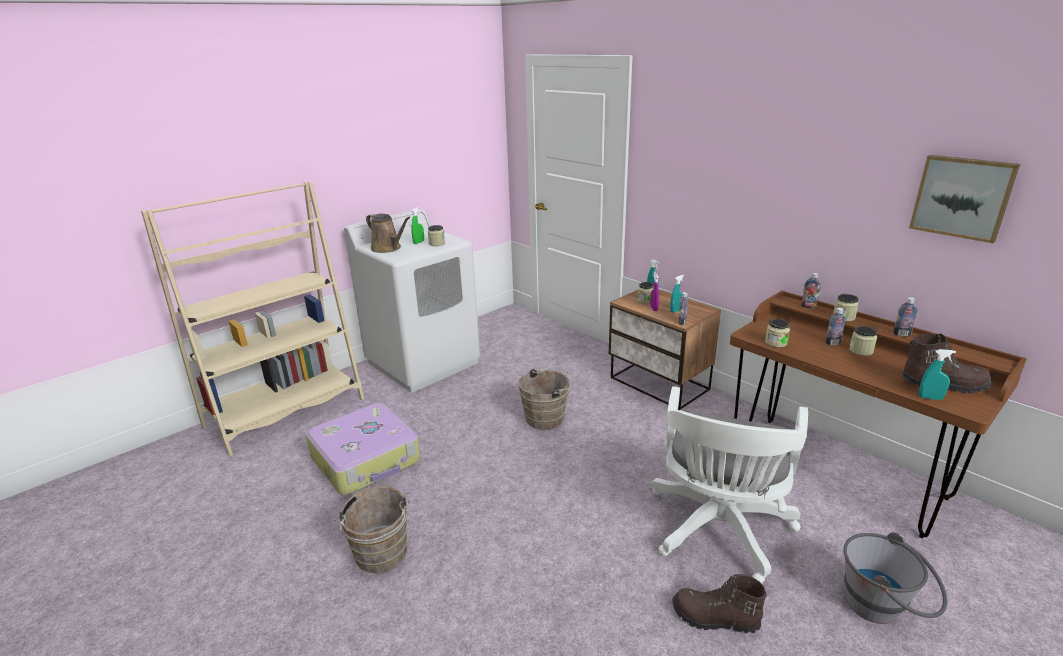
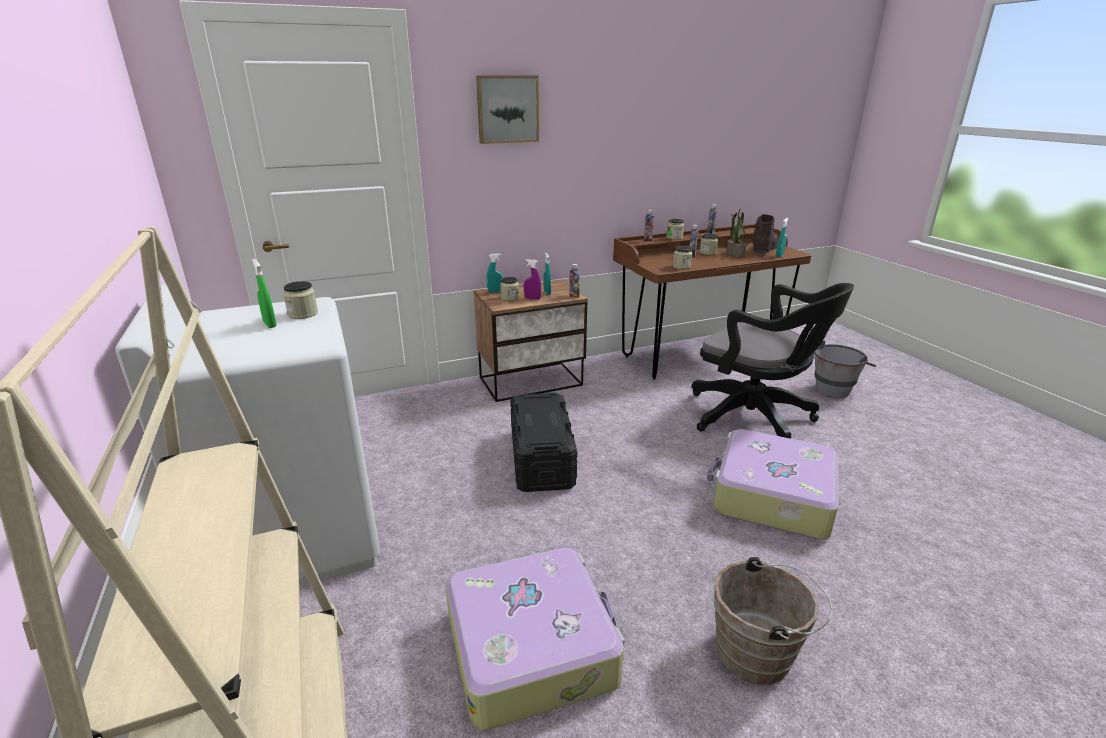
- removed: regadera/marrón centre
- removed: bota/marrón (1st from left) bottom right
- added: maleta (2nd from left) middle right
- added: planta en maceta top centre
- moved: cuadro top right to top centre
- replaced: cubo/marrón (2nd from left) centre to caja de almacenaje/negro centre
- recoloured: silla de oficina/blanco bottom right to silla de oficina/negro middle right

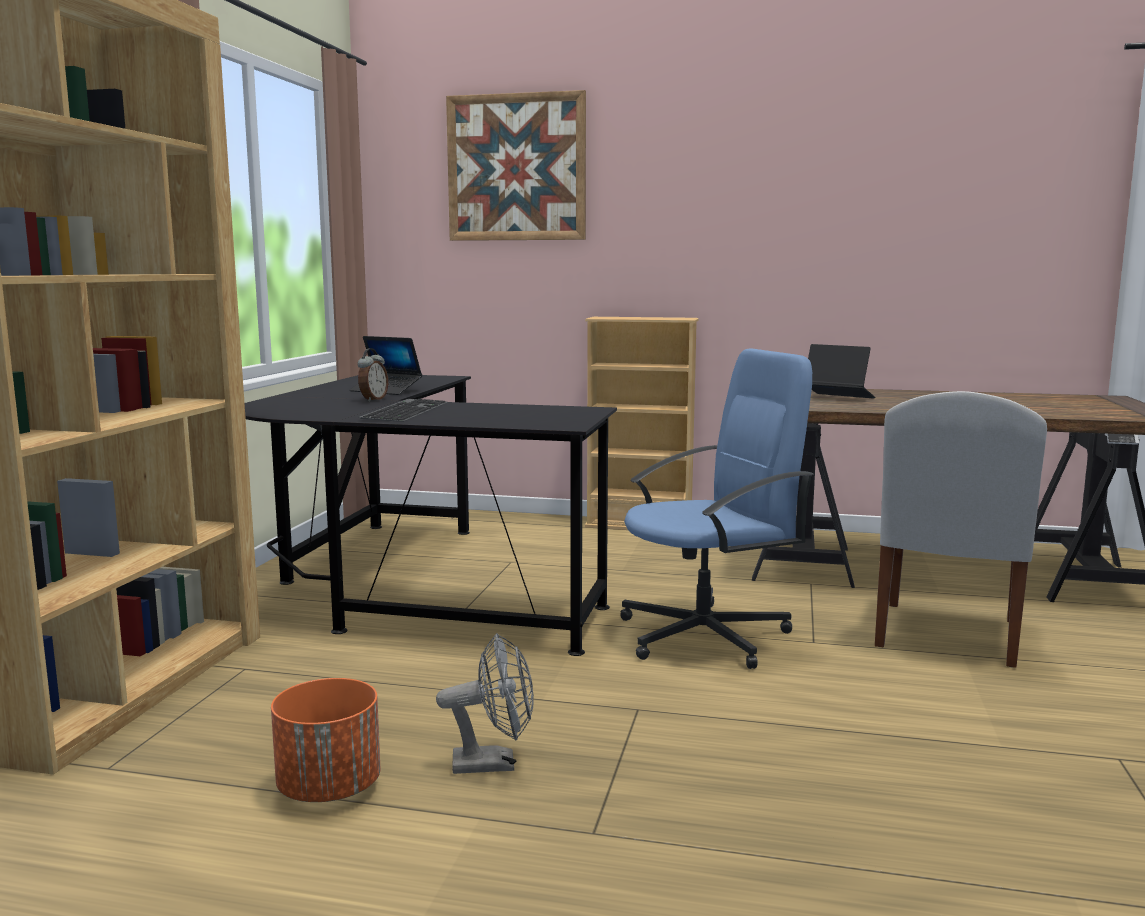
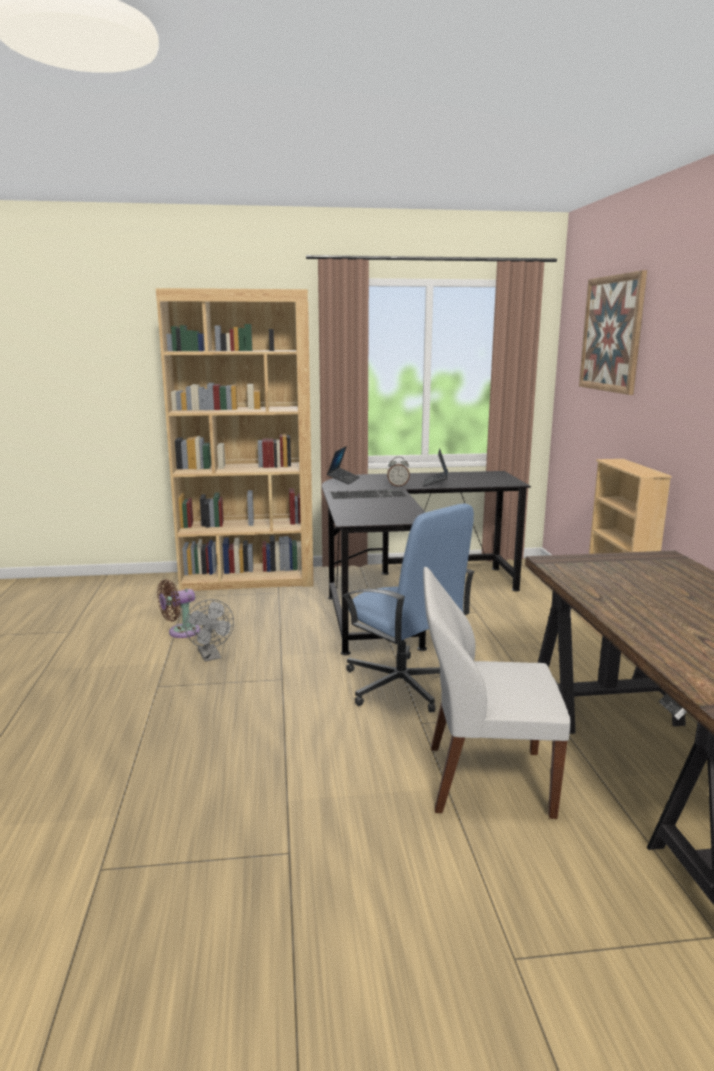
- moved: portátil (2nd from left in the first image) middle right to portátil (1st from left) centre
- replaced: maceta/naranja bottom left to ventilador/marrón middle left

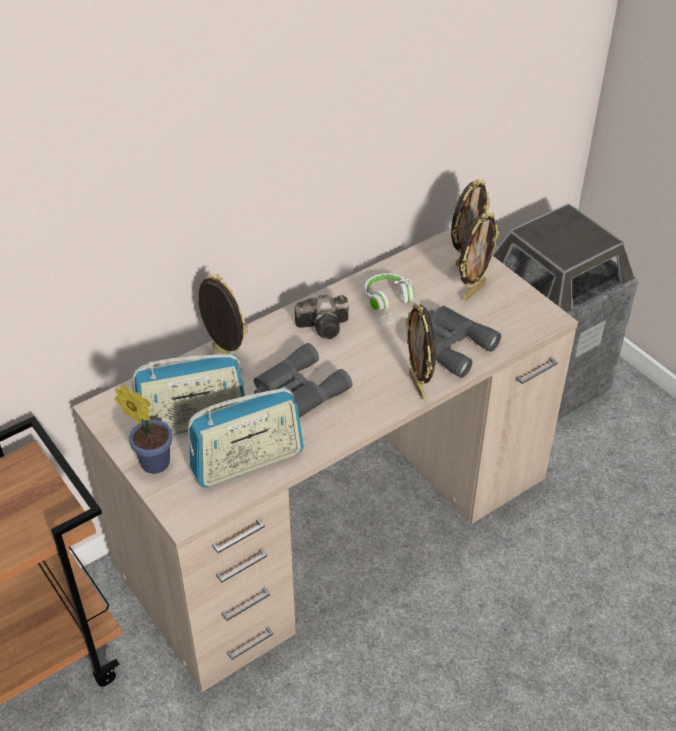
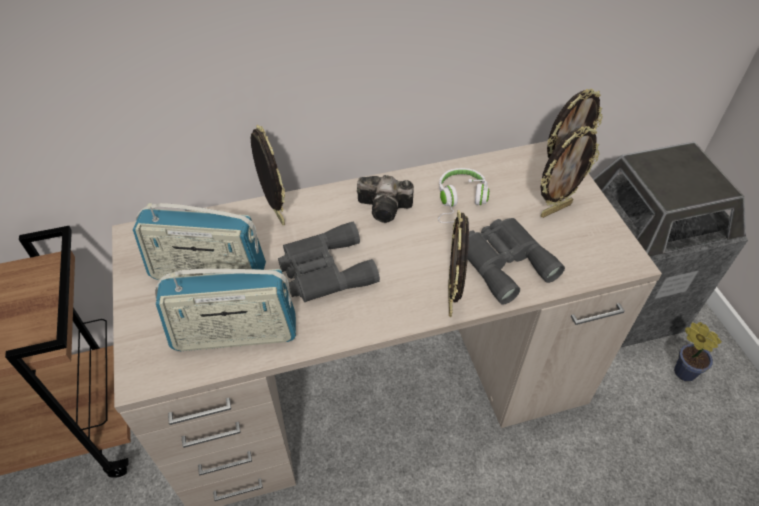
- moved: planta en maceta middle left to bottom right

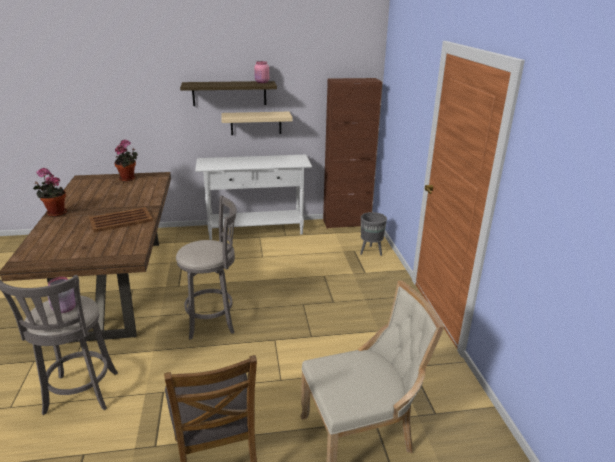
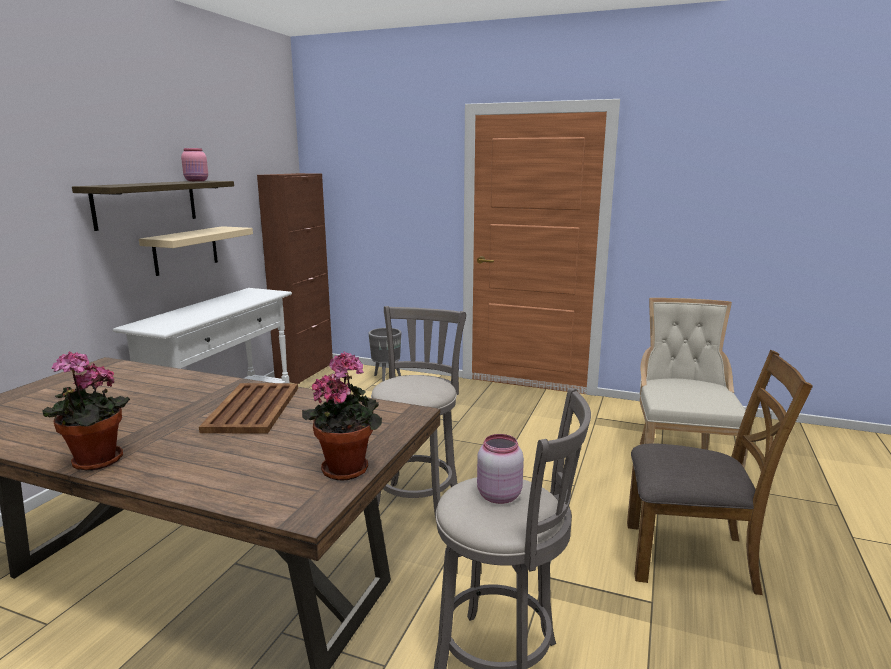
- moved: planta en maceta (2nd from left) middle left to centre

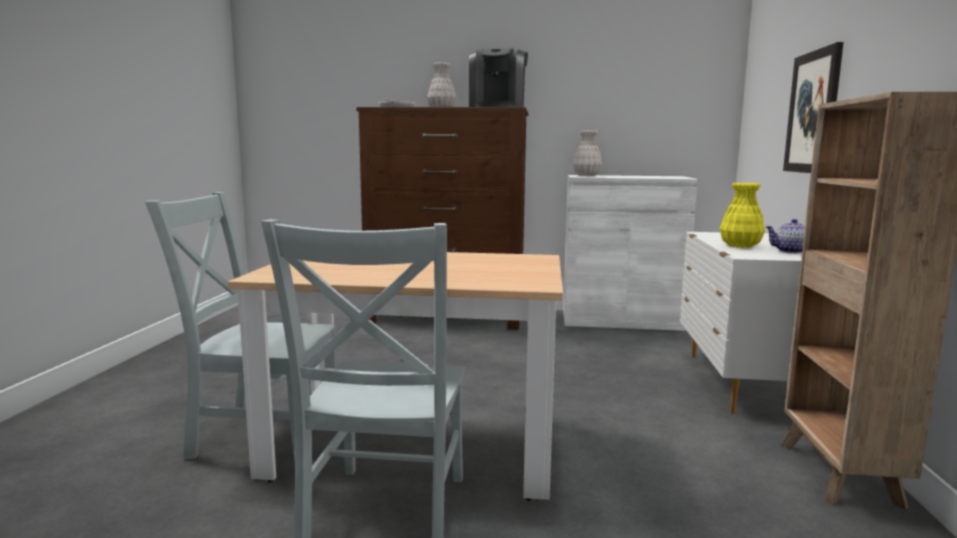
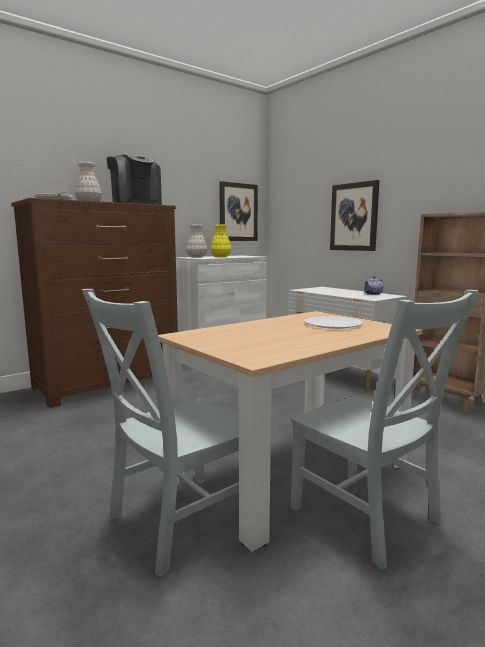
- added: cuadro (1st from left) top centre
- added: plato/blanco middle right
- moved: florero/amarillo middle right to centre

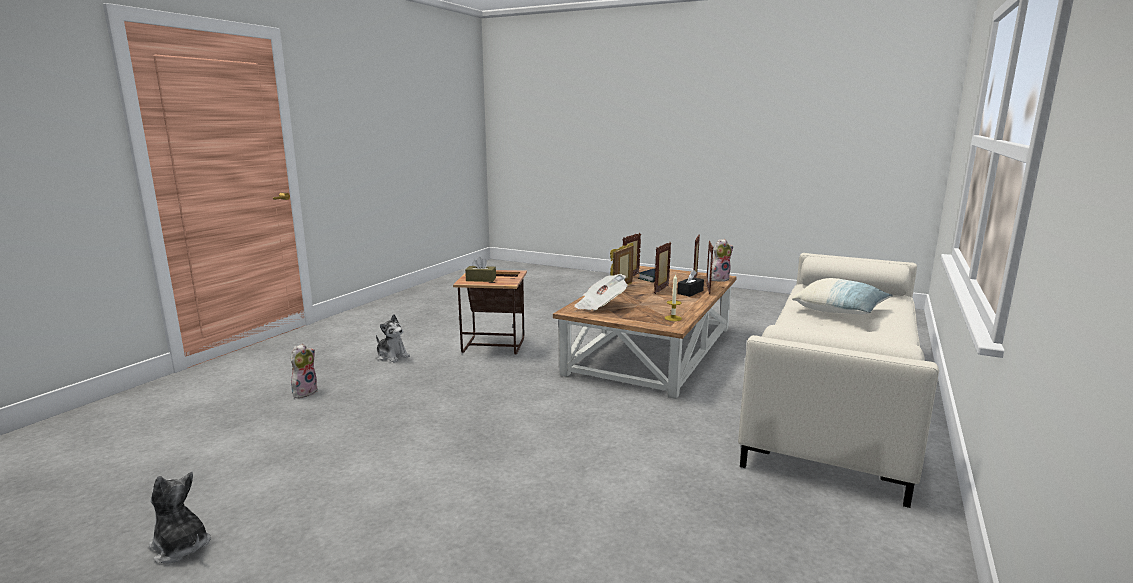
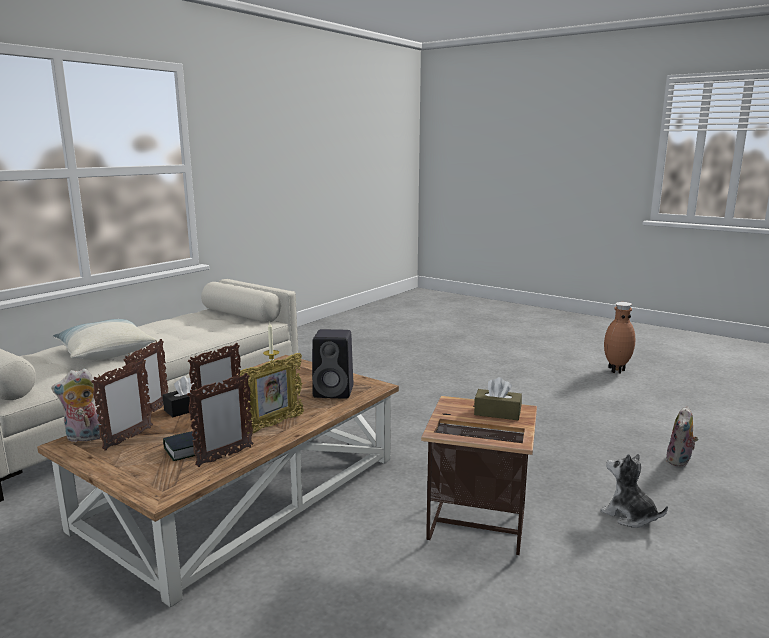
- replaced: peluche (1st from left) bottom left to florero/marrón middle right
- replaced: periódico centre to altavoz/negro centre

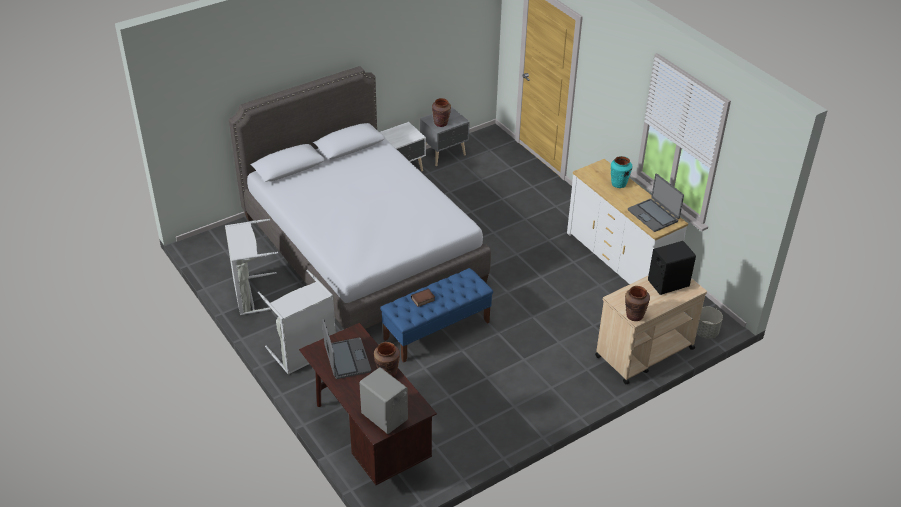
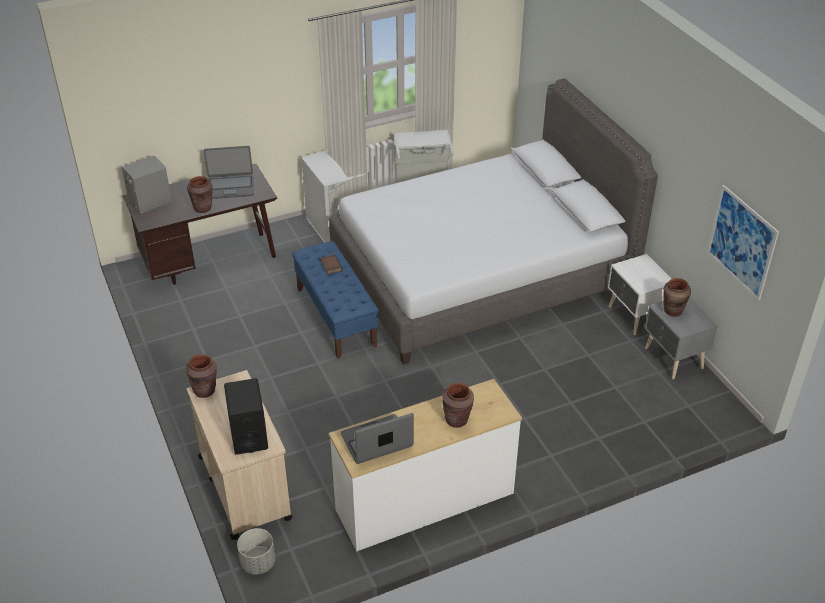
- added: cuadro middle right
- recoloured: florero/turquesa middle right to florero/marrón (3rd from left) bottom centre

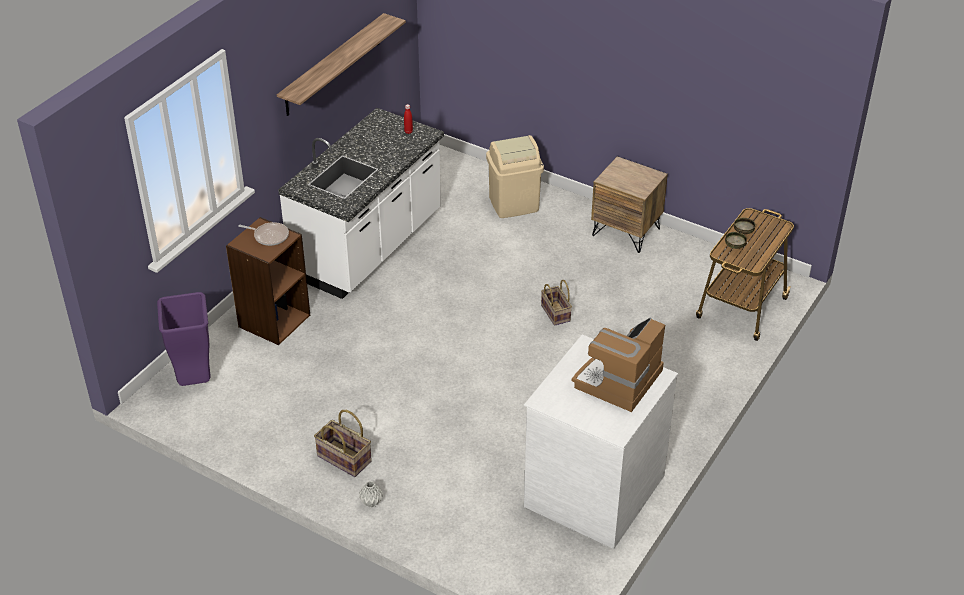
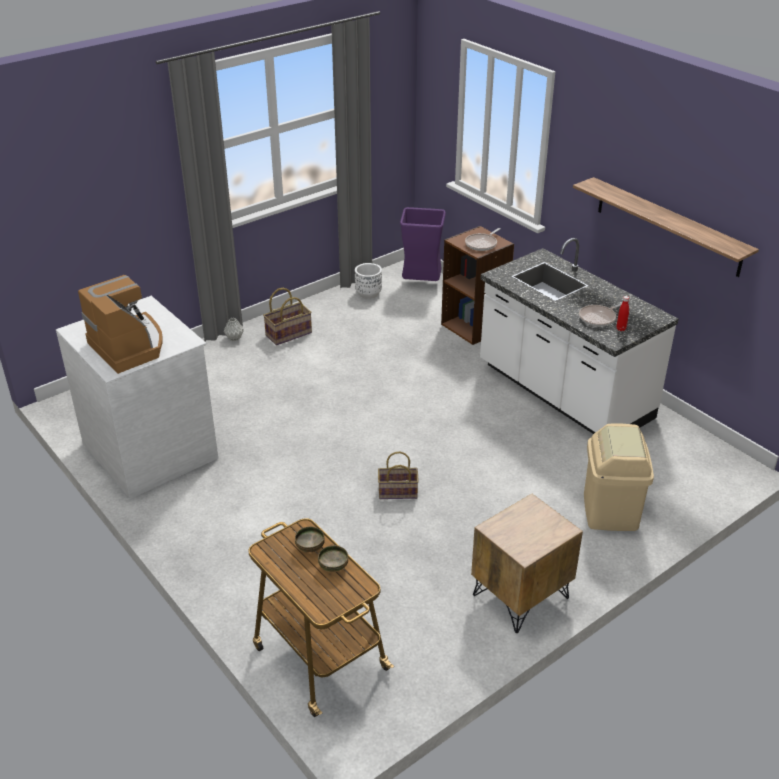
- added: maceta/blanco centre
- added: sartén (2nd from left) middle right

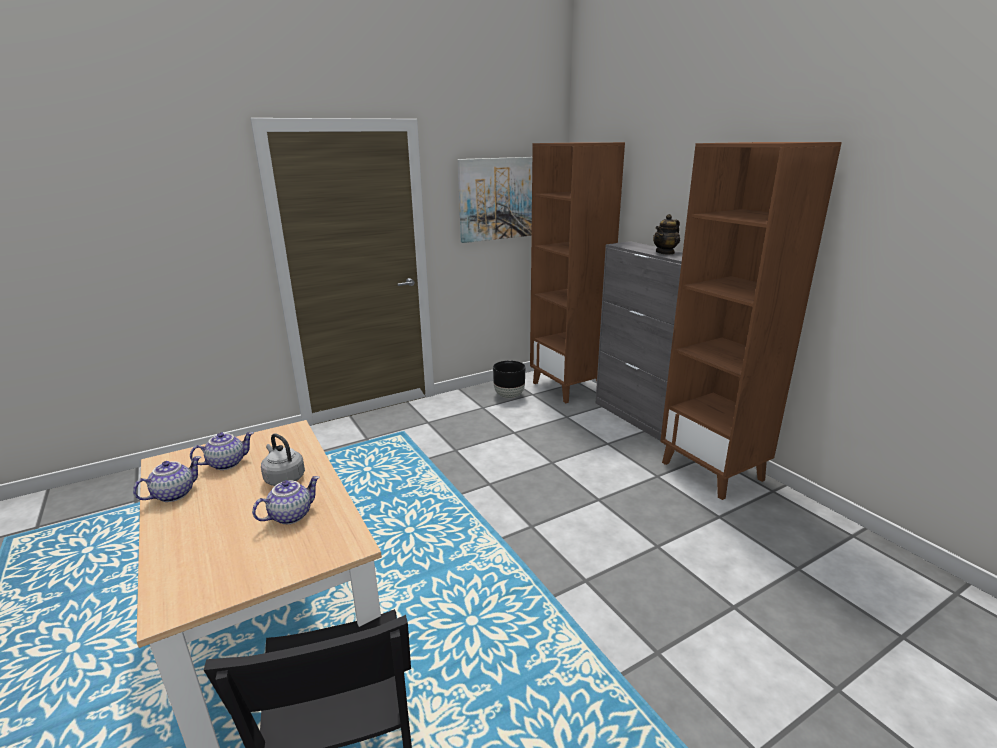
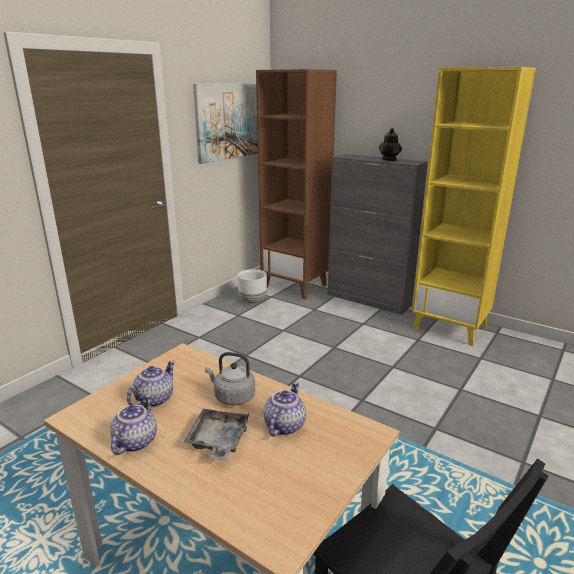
- added: bandeja/gris bottom centre
- recoloured: maceta/negro centre to maceta/blanco centre
- recoloured: estantería/marrón (2nd from left) middle right to estantería/amarillo middle right

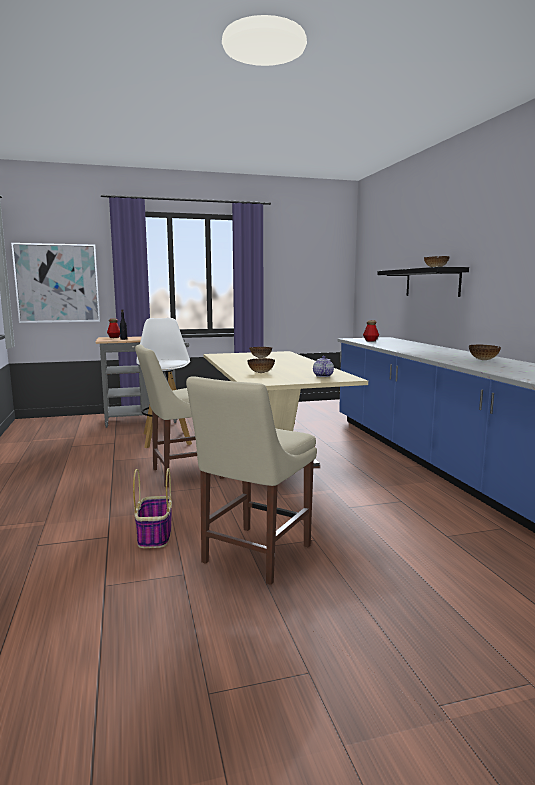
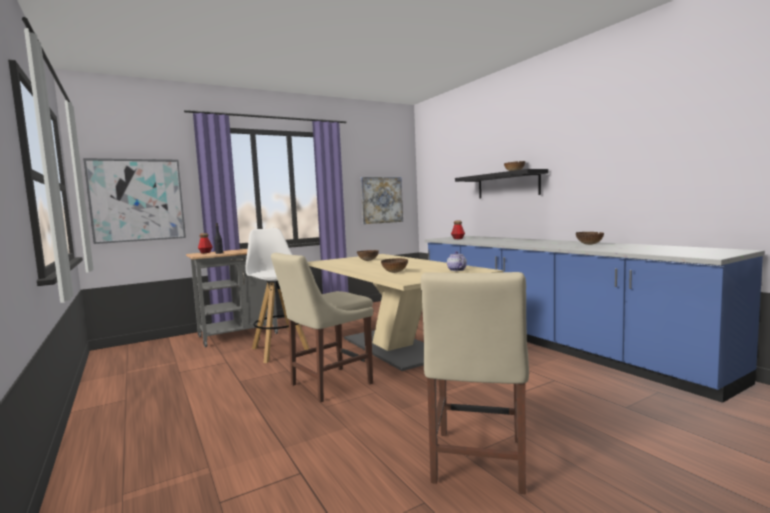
- removed: cesta middle left
- added: cuadro (2nd from left) centre

